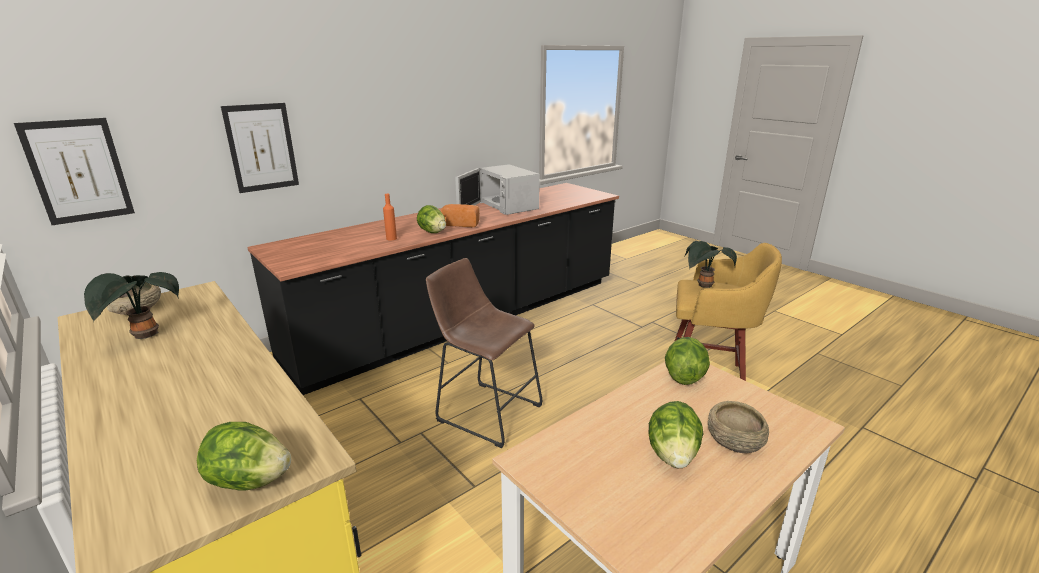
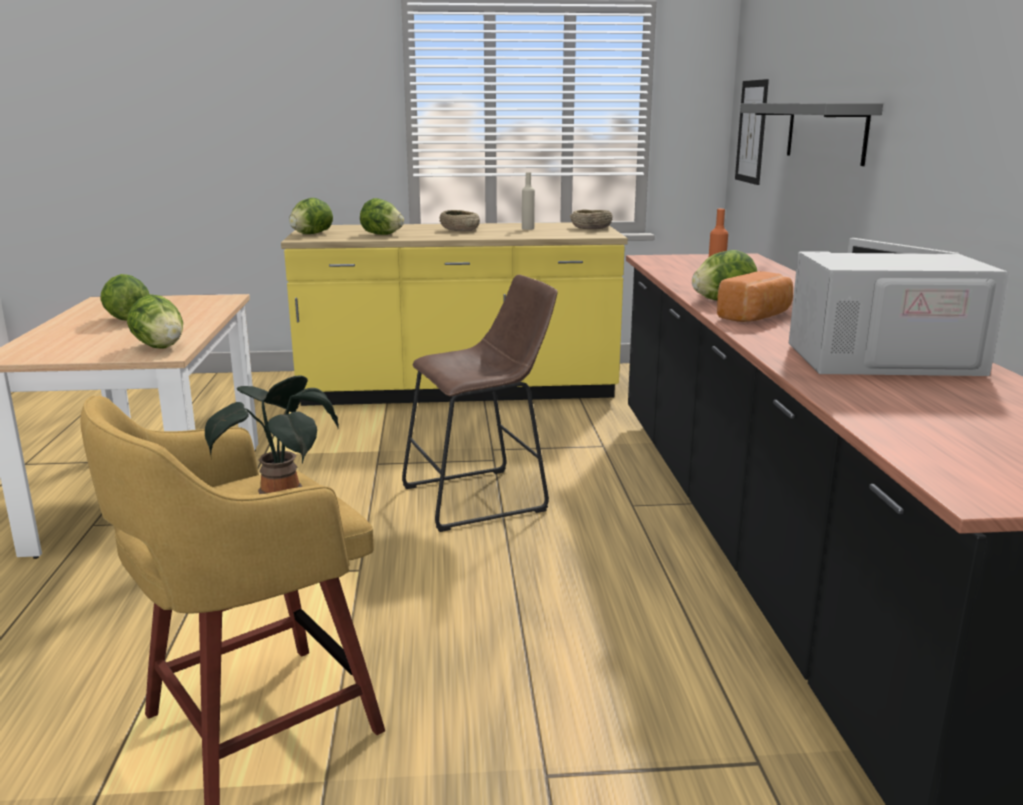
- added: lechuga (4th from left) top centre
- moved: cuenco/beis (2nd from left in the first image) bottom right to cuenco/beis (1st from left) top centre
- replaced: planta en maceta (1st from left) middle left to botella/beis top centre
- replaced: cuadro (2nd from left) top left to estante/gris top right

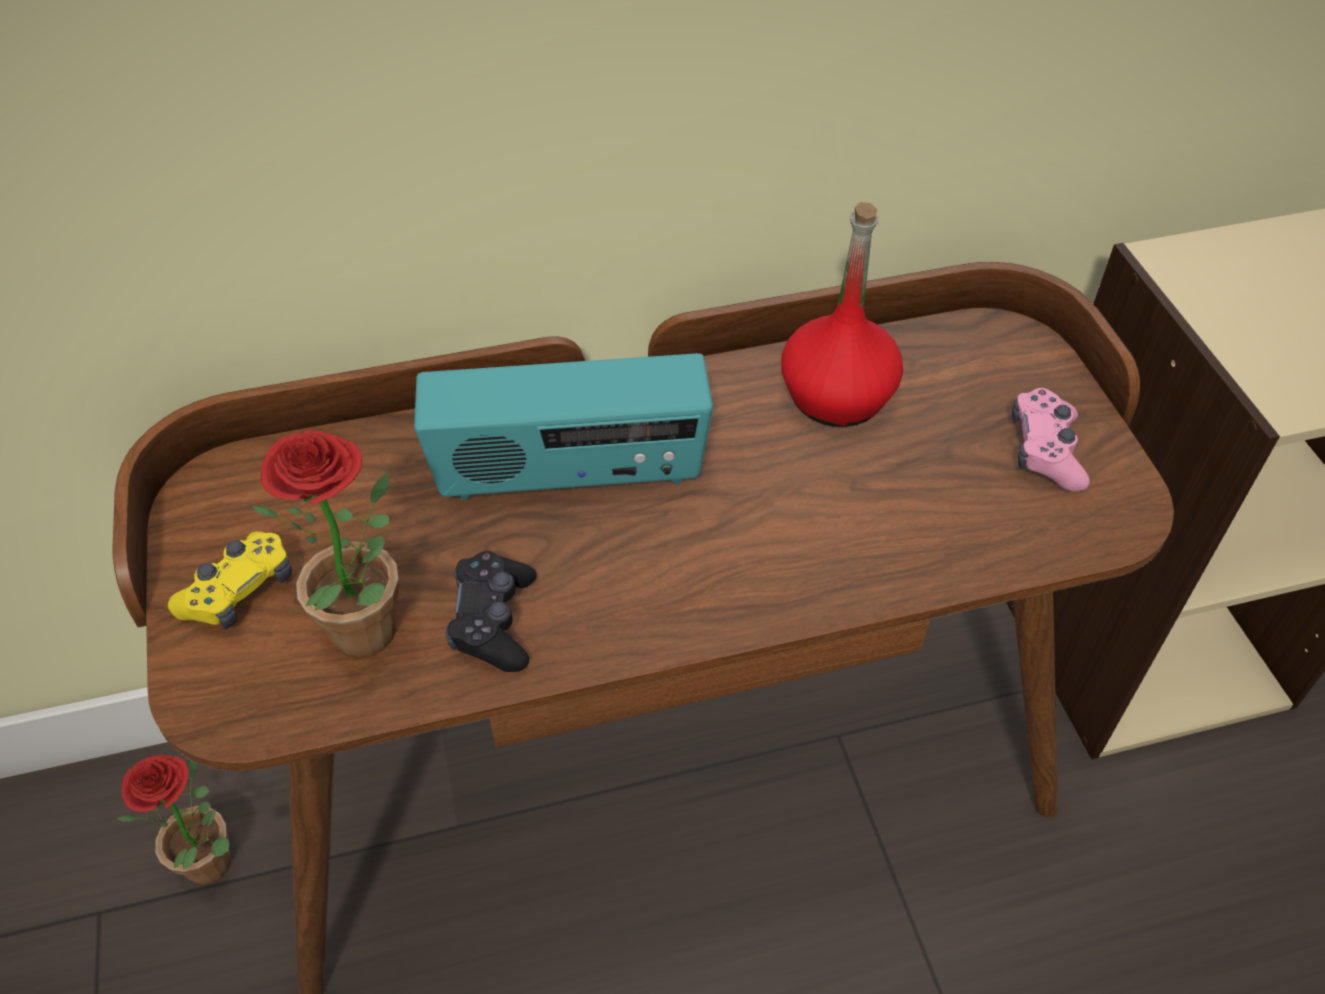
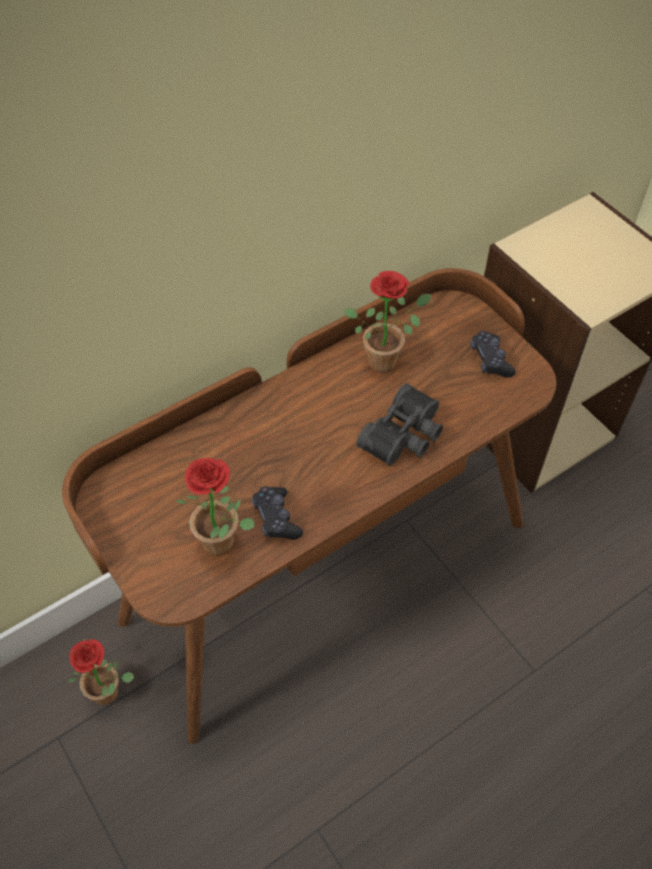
- removed: mando de consola/amarillo middle left
- removed: radio centre
- added: prismáticos/negro centre
- replaced: botella/rojo top centre to planta en maceta (3rd from left) centre
- recoloured: mando de consola/rosa middle right to mando de consola/negro (2nd from left) middle right

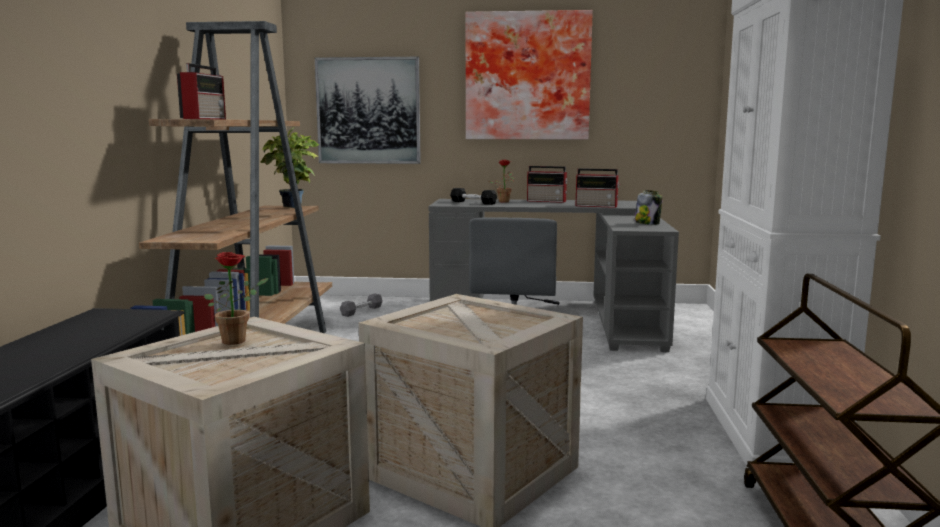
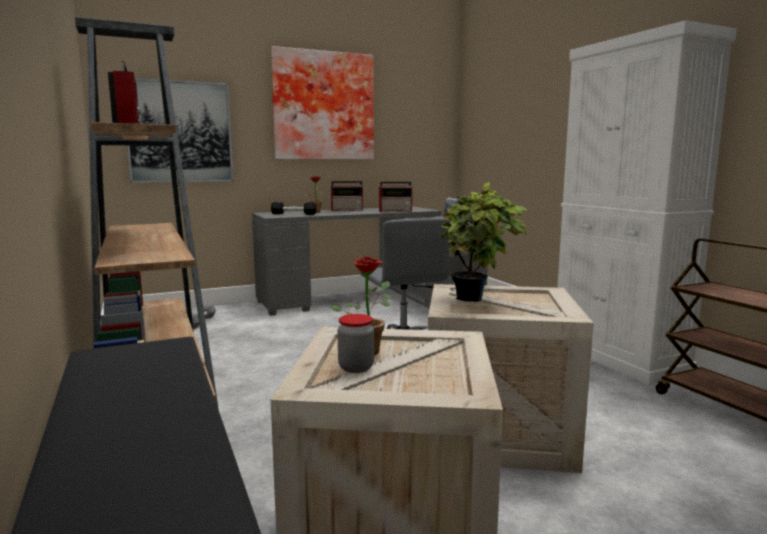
- added: tarro (1st from left) centre
- moved: planta en maceta (2nd from left in the first image) top left to planta en maceta (3rd from left) centre

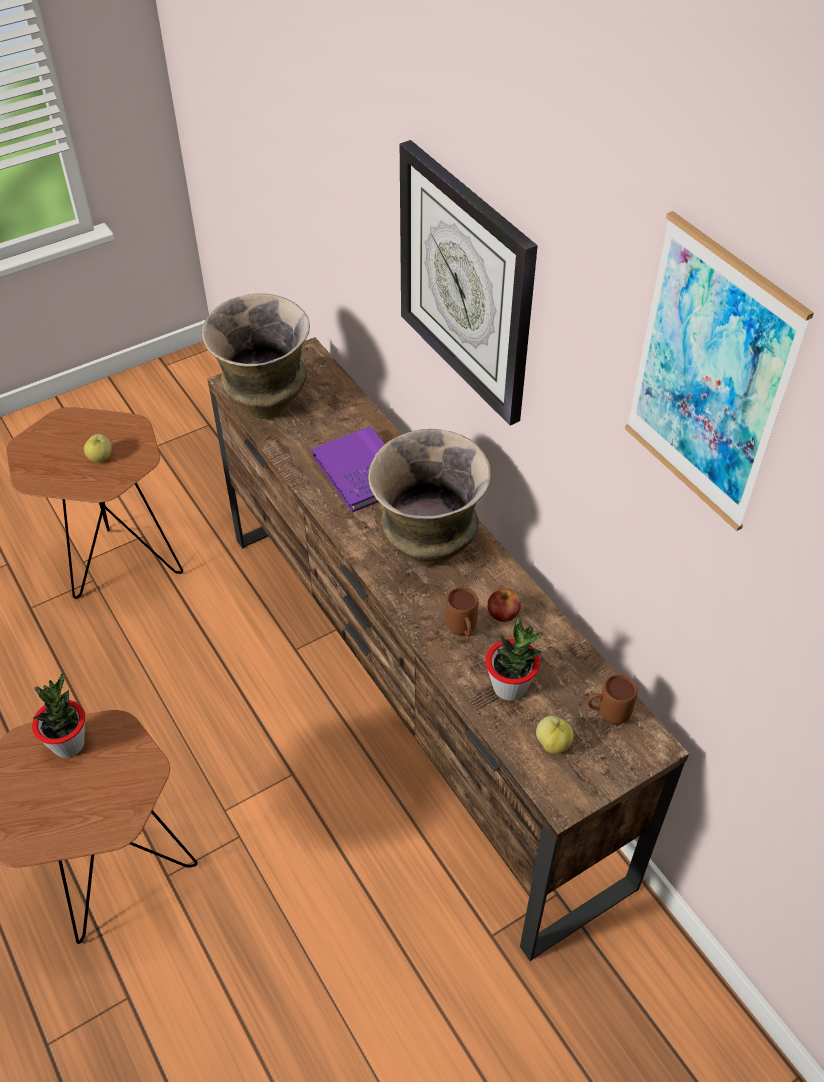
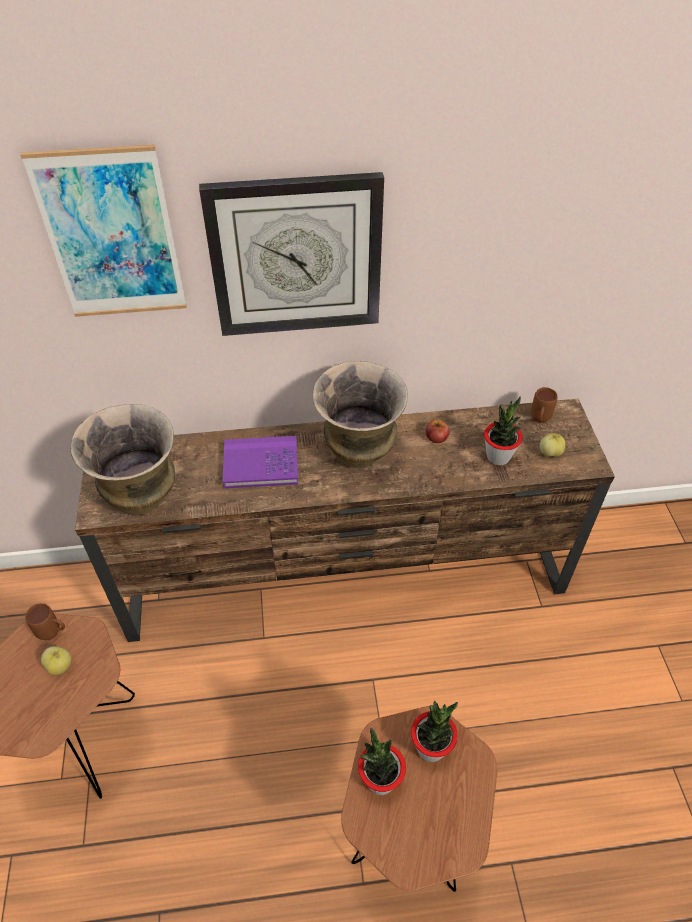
- added: planta en maceta (2nd from left) bottom centre
- moved: taza grande/marrón (1st from left) centre to bottom left
- moved: cuadro middle right to top left

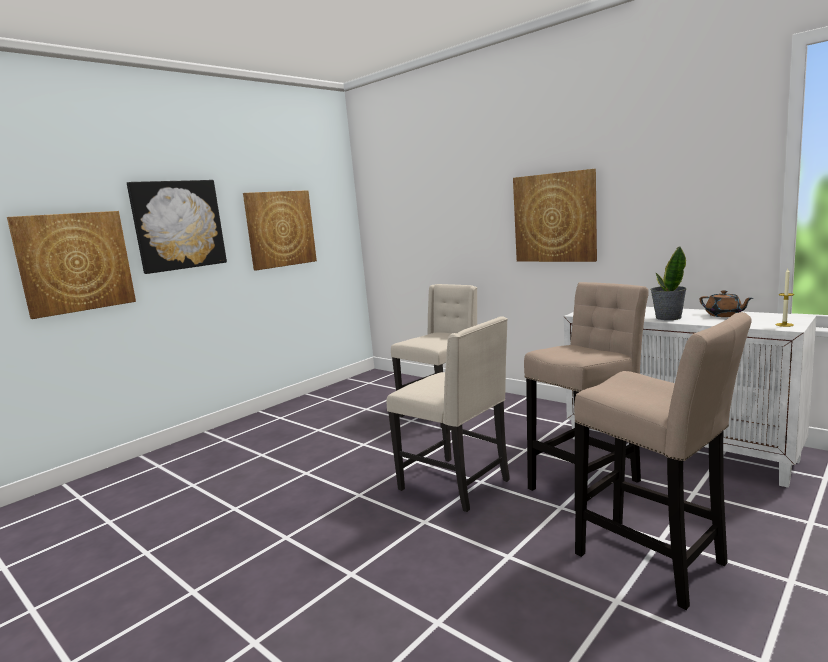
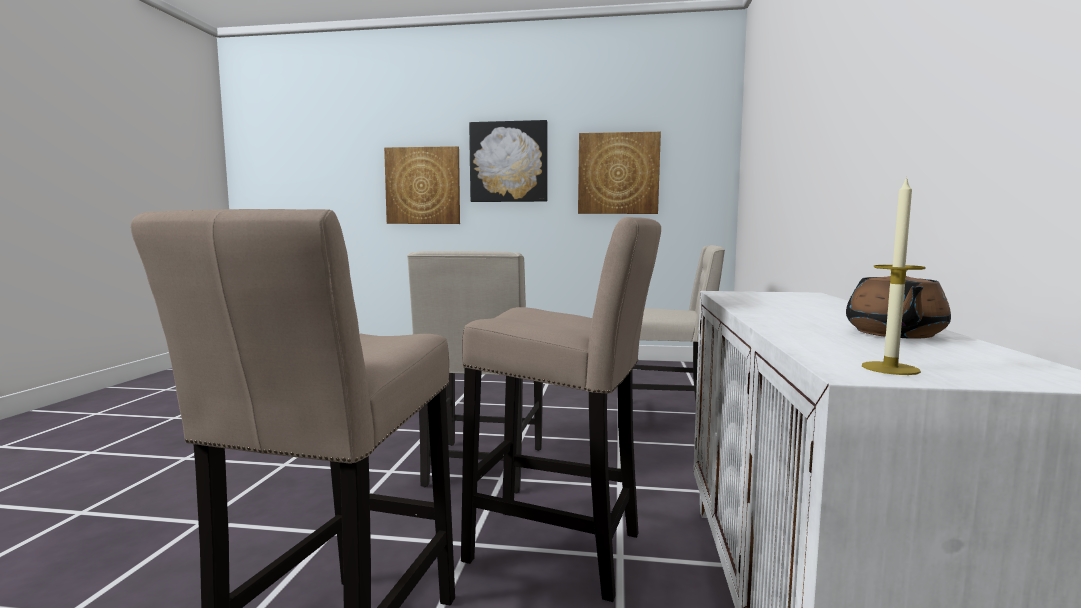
- removed: cuadro (4th from left) top right
- removed: planta en maceta middle right

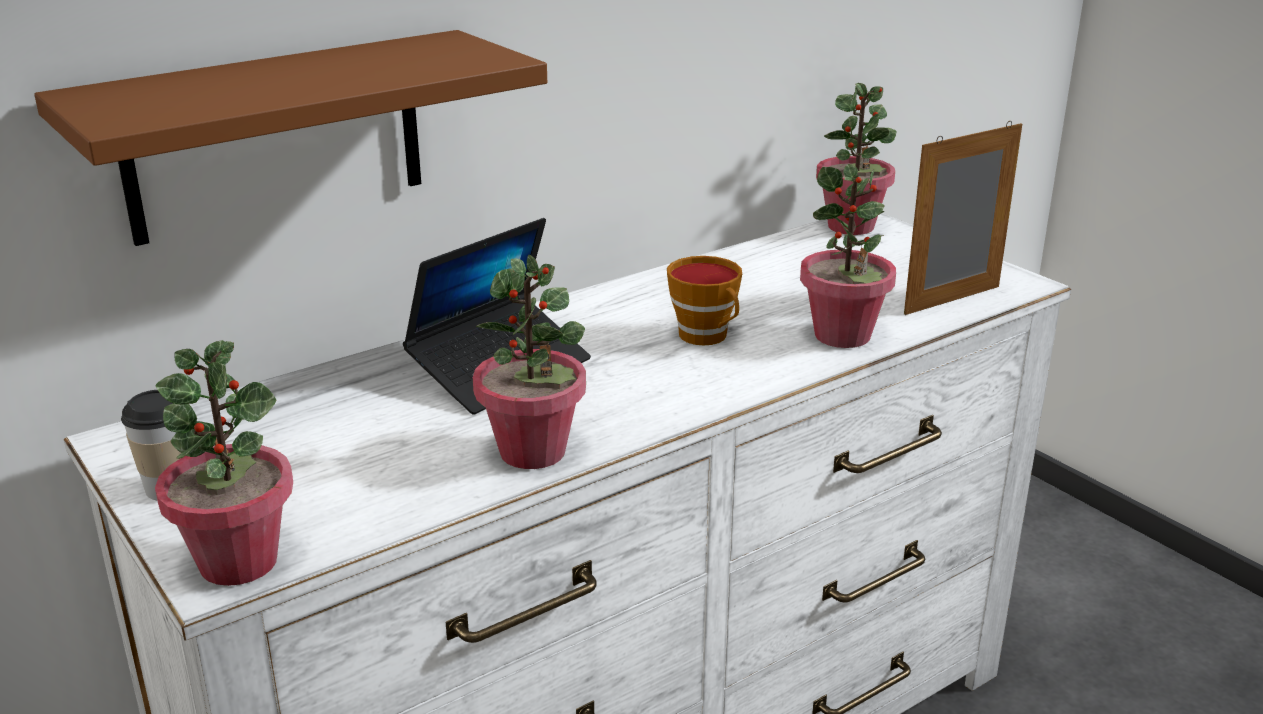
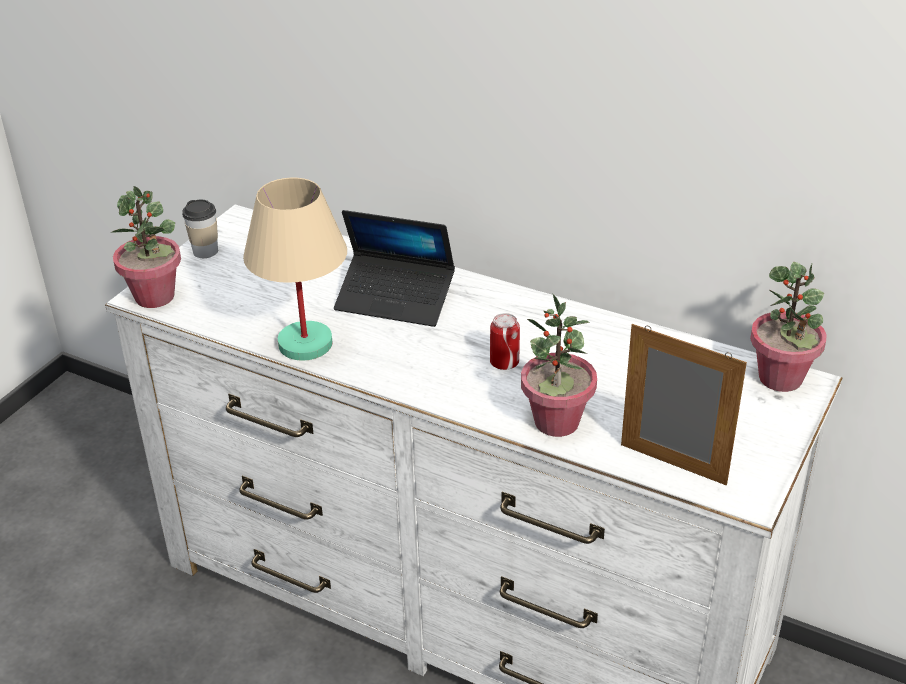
- removed: estante/marrón top left
- replaced: planta en maceta (2nd from left) centre to lámpara de mesa/beis middle left
- replaced: taza (2nd from left) centre to lata centre

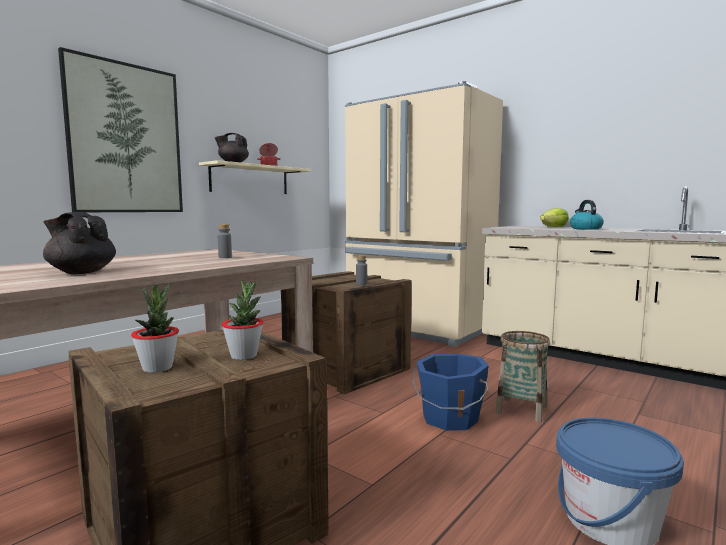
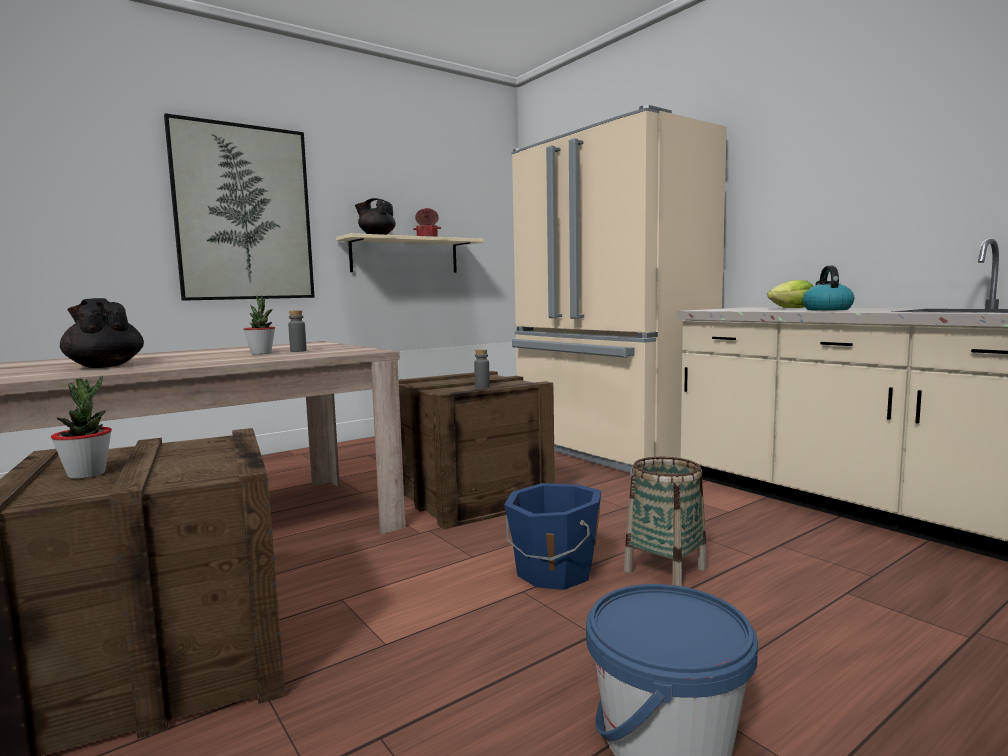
- moved: planta en maceta (2nd from left) centre to middle left

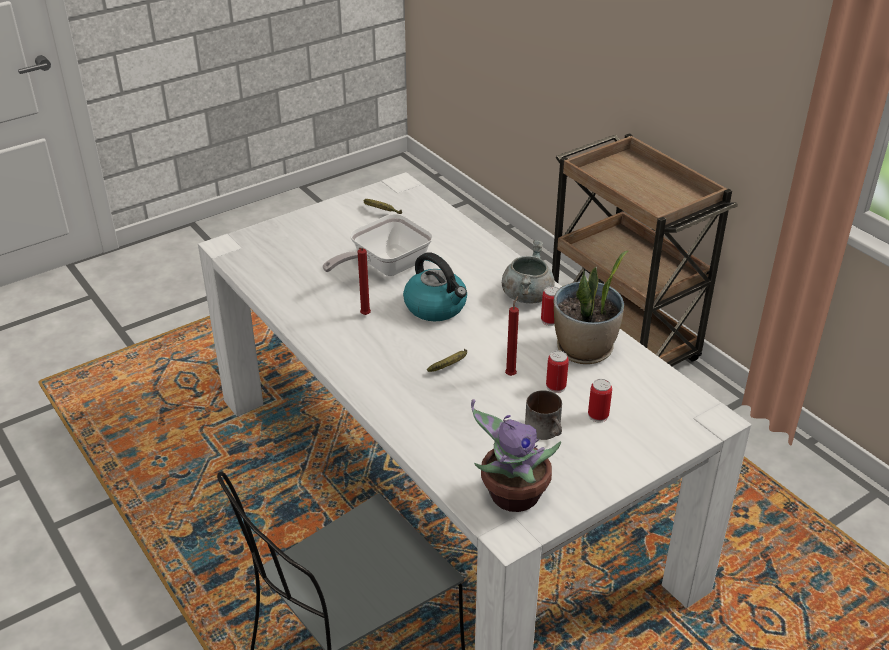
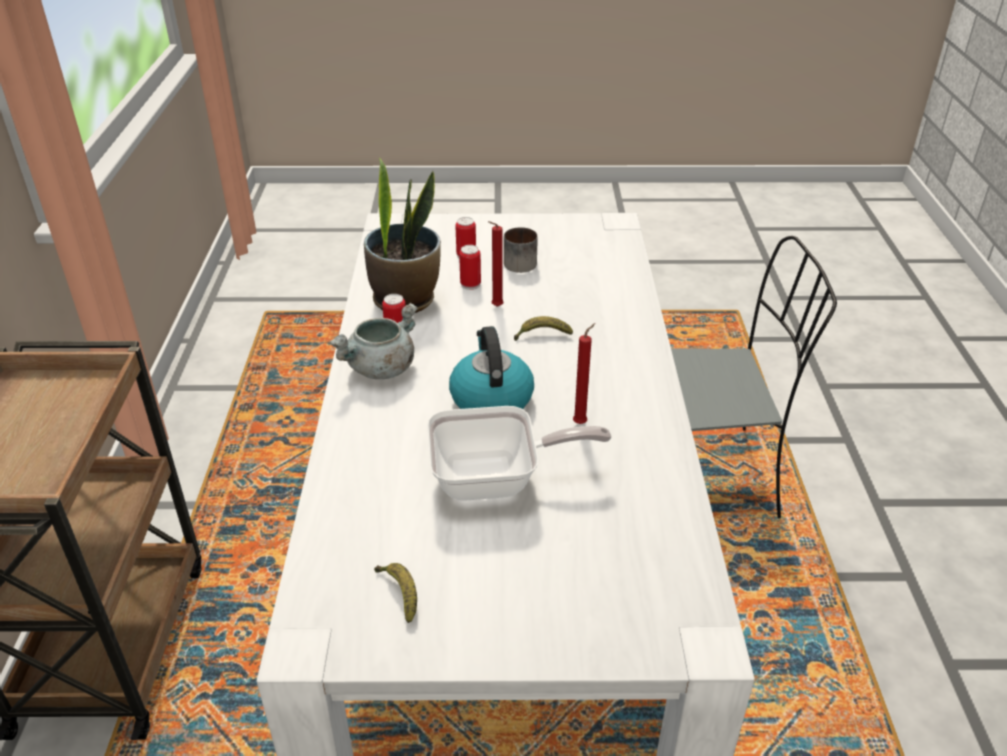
- removed: planta en maceta (1st from left) bottom centre

